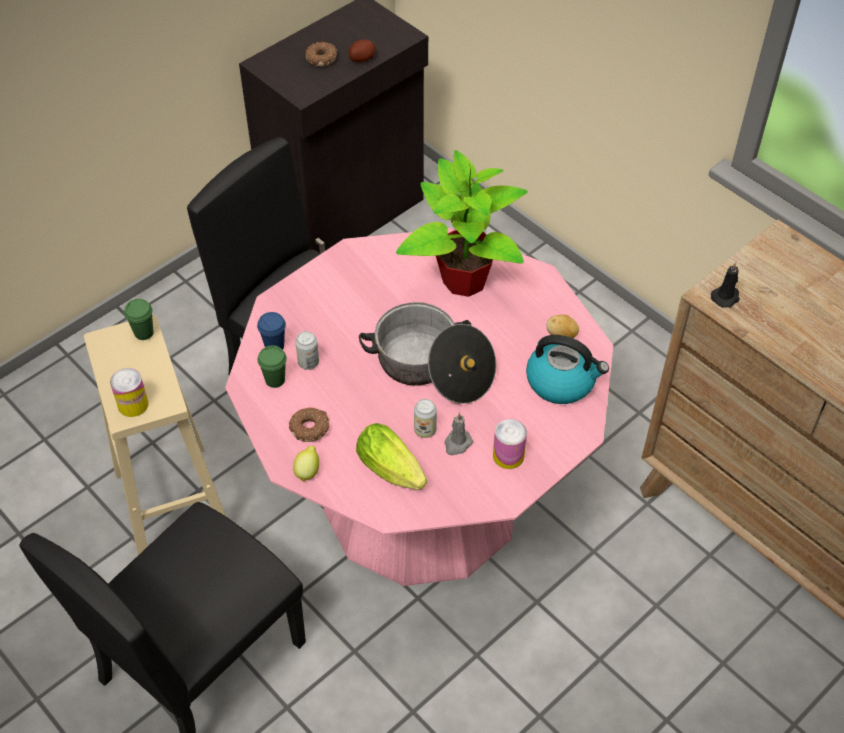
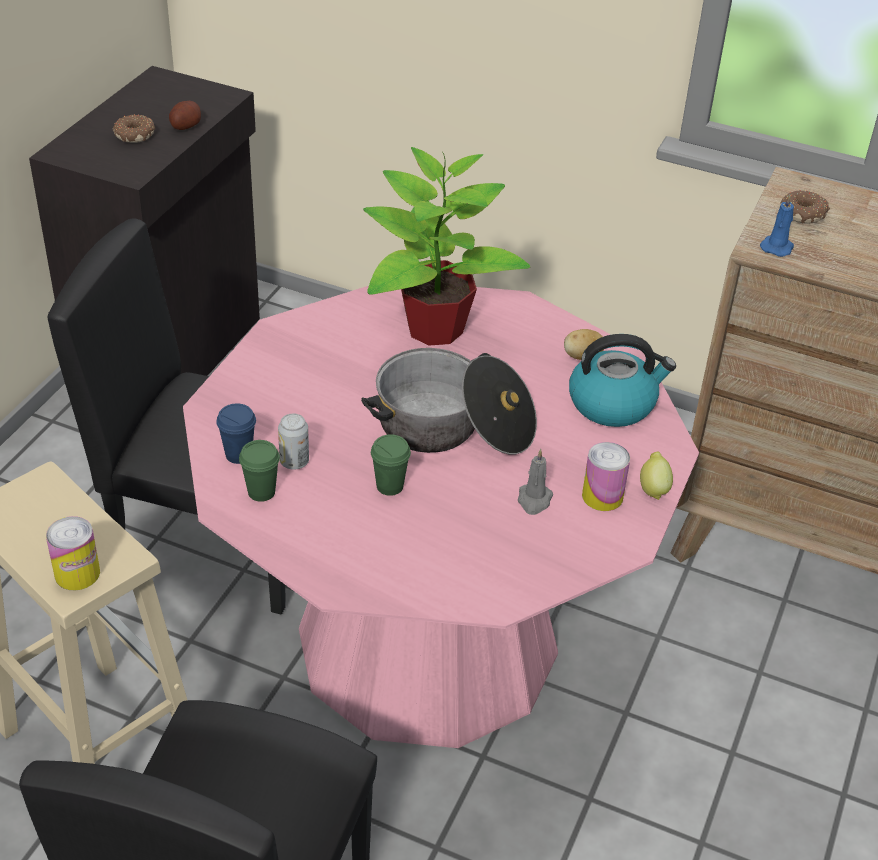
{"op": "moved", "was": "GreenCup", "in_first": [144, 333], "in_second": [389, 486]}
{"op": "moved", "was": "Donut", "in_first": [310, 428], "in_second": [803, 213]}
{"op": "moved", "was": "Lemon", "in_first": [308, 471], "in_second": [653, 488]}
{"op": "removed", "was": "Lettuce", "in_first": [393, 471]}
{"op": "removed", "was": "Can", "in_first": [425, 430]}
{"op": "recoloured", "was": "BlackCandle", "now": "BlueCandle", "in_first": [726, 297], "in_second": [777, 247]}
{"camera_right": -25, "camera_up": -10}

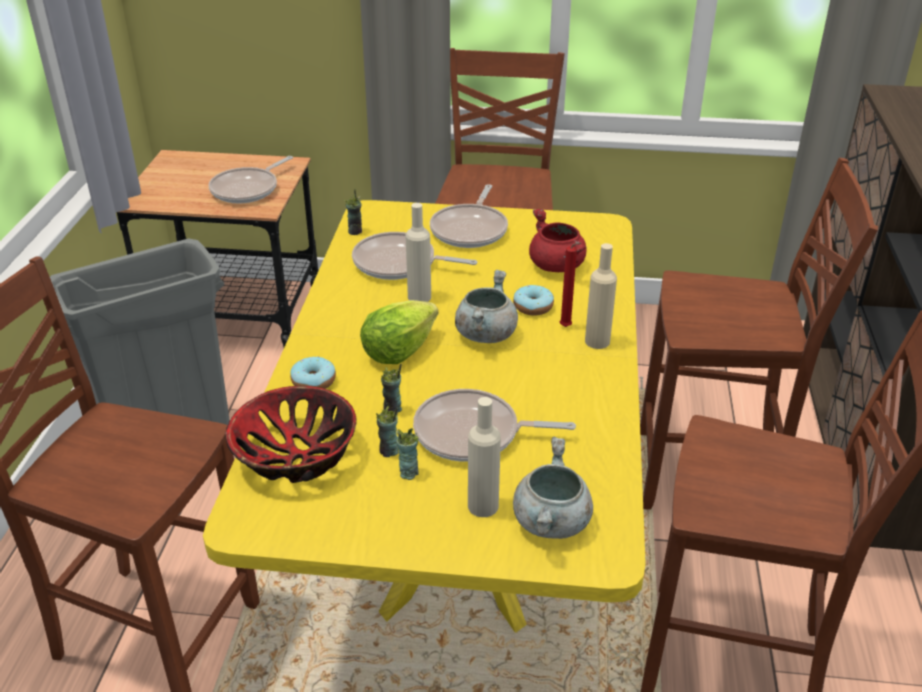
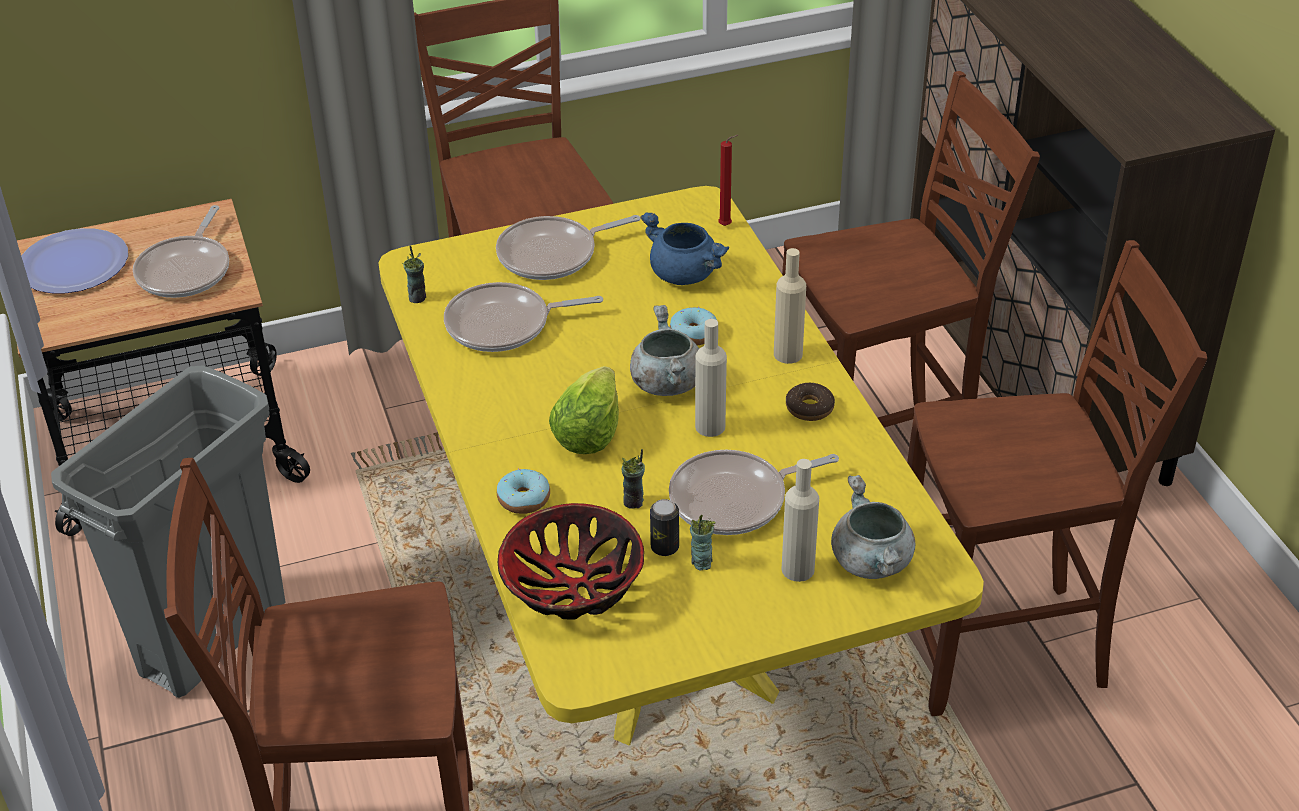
{"op": "replaced", "was": "Cup", "now": "Can", "in_first": [389, 451], "in_second": [664, 547]}
{"op": "moved", "was": "BeigeBottle", "in_first": [419, 297], "in_second": [710, 426]}
{"op": "turned", "was": "FryingPan", "in_first": [470, 229], "in_second": [553, 254], "clockwise": 75}
{"op": "recoloured", "was": "RedCookingPot", "now": "BlueCookingPot", "in_first": [558, 266], "in_second": [685, 274]}
{"op": "moved", "was": "RedCandle", "in_first": [567, 327], "in_second": [727, 226]}
{"op": "added", "now": "Plate", "in_second": [73, 264]}
{"op": "added", "now": "Donut", "in_second": [809, 408]}
{"camera_right": -25, "camera_up": 5}

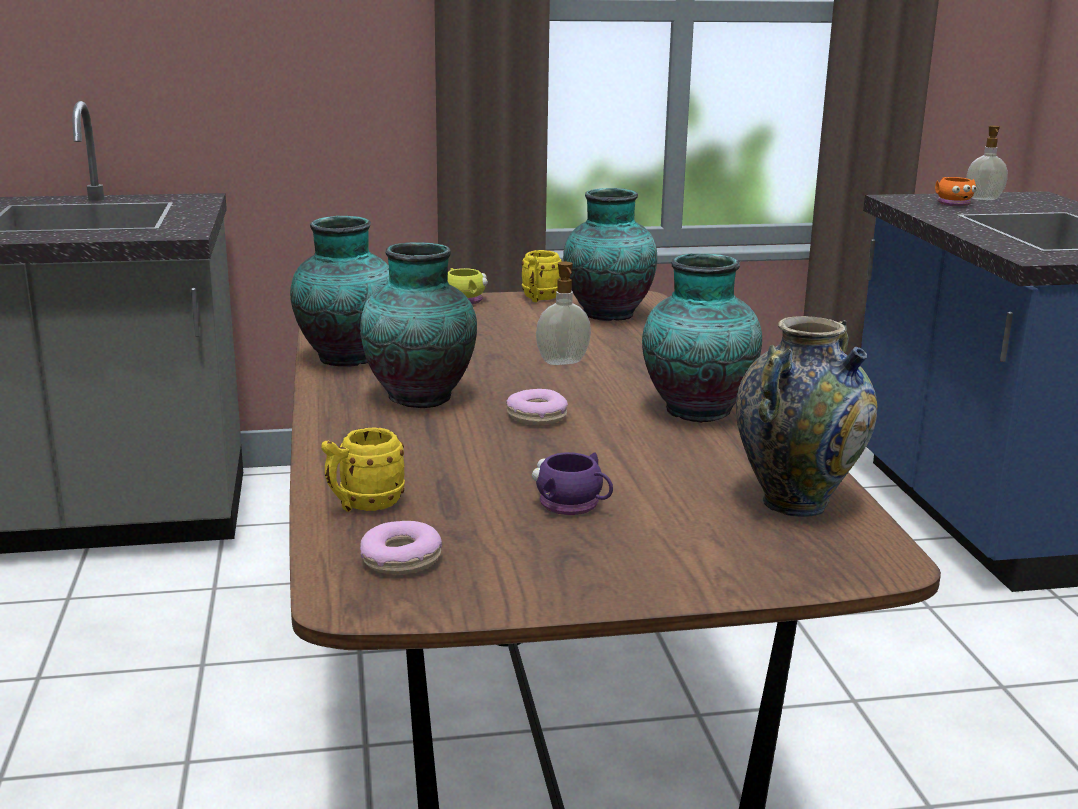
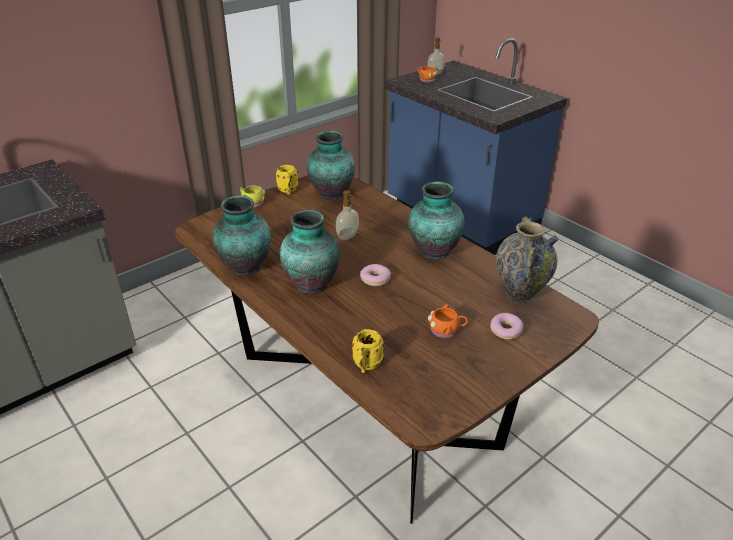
{"op": "moved", "was": "Donut", "in_first": [401, 560], "in_second": [505, 330]}
{"op": "recoloured", "was": "PurpleMug", "now": "OrangeMug", "in_first": [573, 505], "in_second": [446, 330]}
{"camera_right": -30, "camera_up": 15}

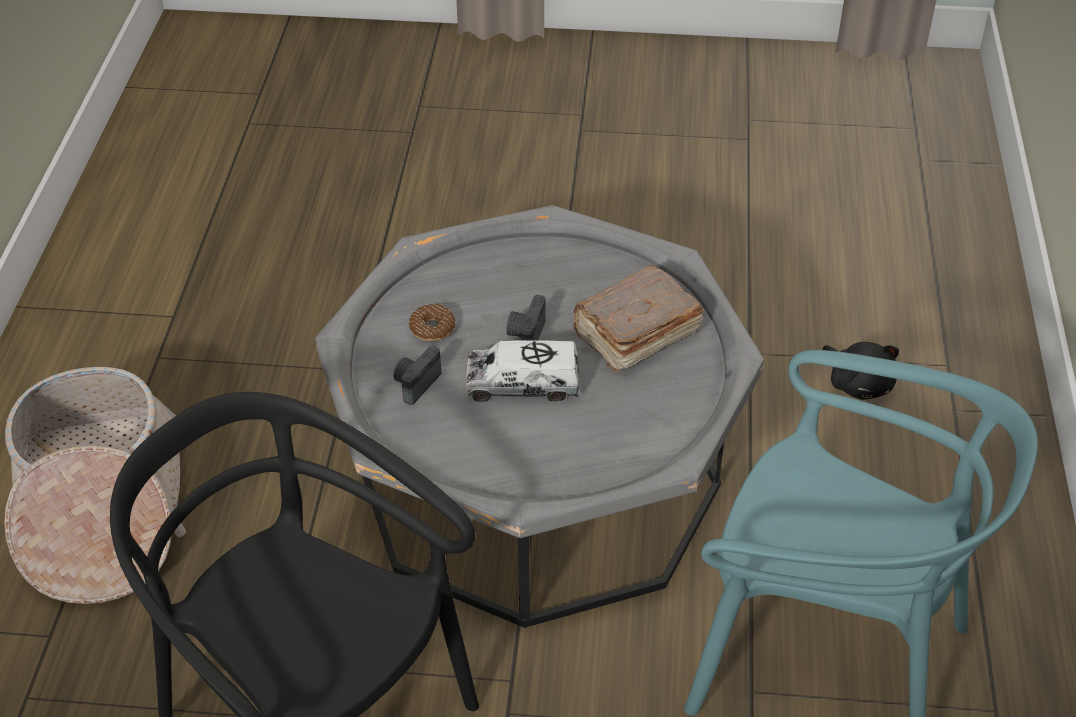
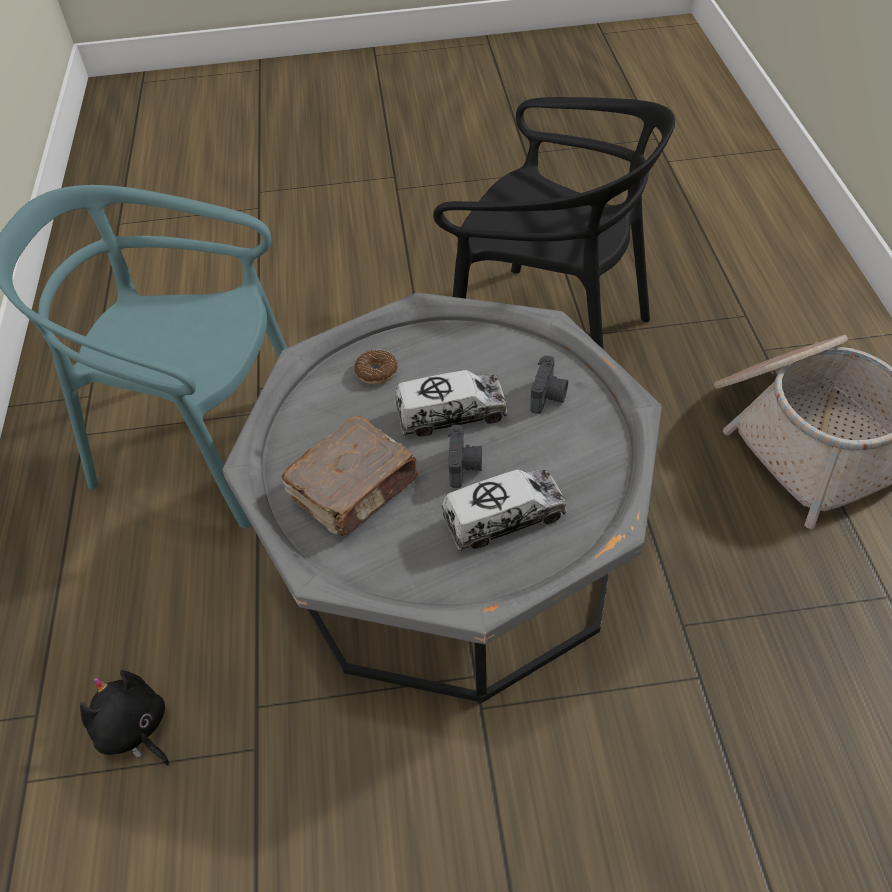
{"op": "moved", "was": "Donut", "in_first": [432, 328], "in_second": [376, 372]}
{"op": "added", "now": "ToyTruck", "in_second": [503, 518]}
{"camera_right": 170, "camera_up": 5}

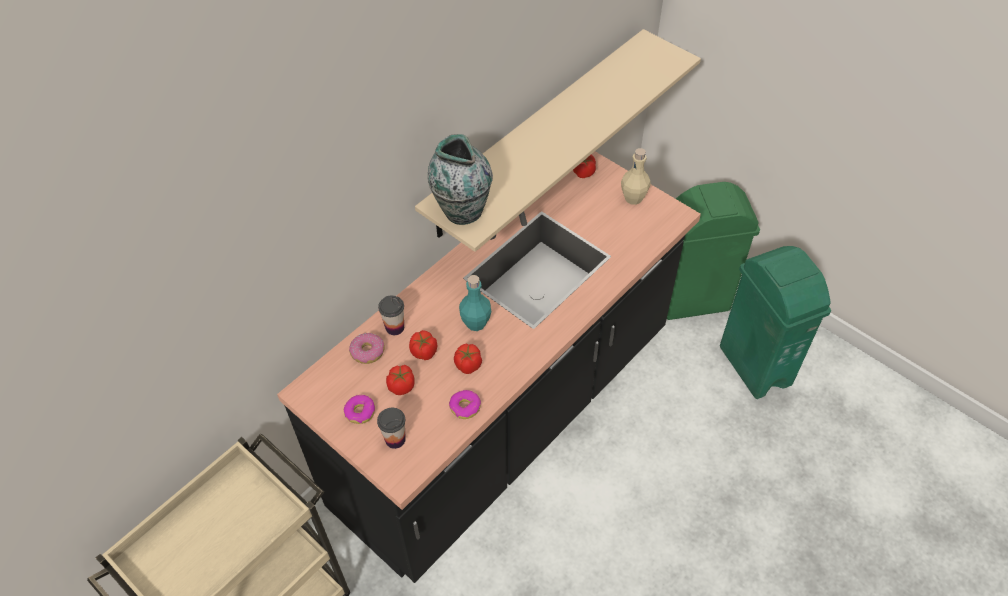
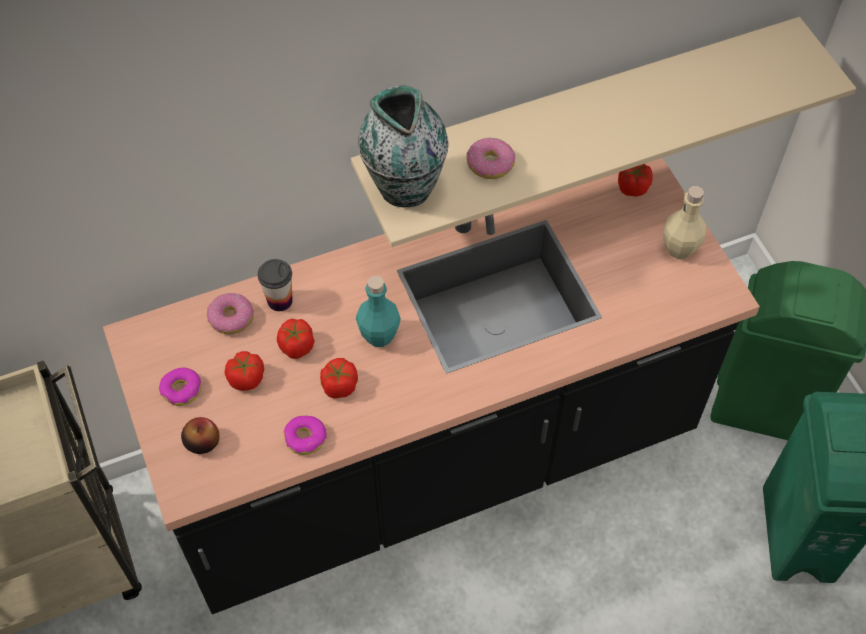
{"op": "replaced", "was": "Cup", "now": "Apple", "in_first": [395, 439], "in_second": [202, 442]}
{"op": "added", "now": "Donut", "in_second": [490, 164]}
{"camera_right": 25, "camera_up": 5}

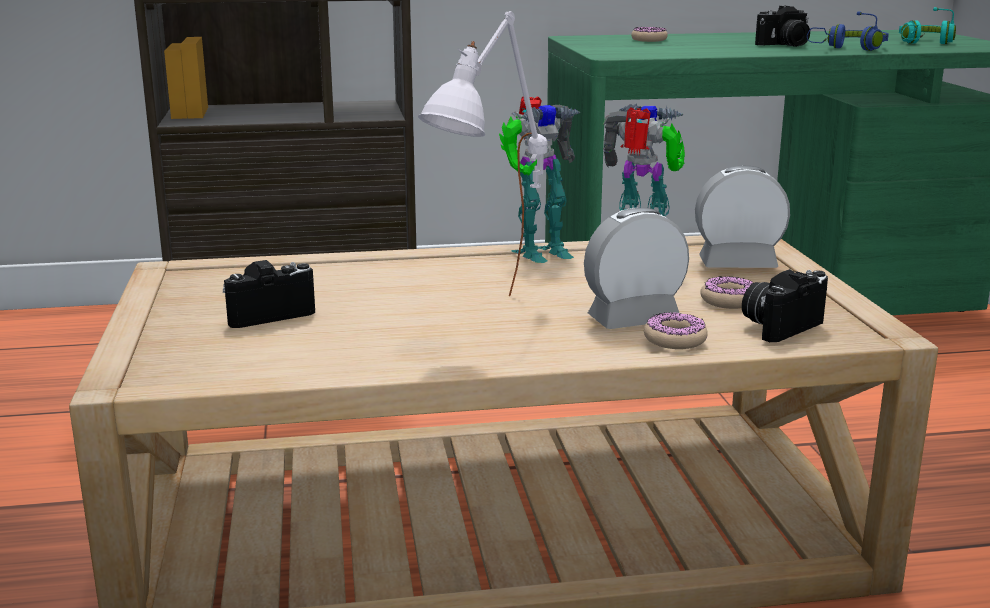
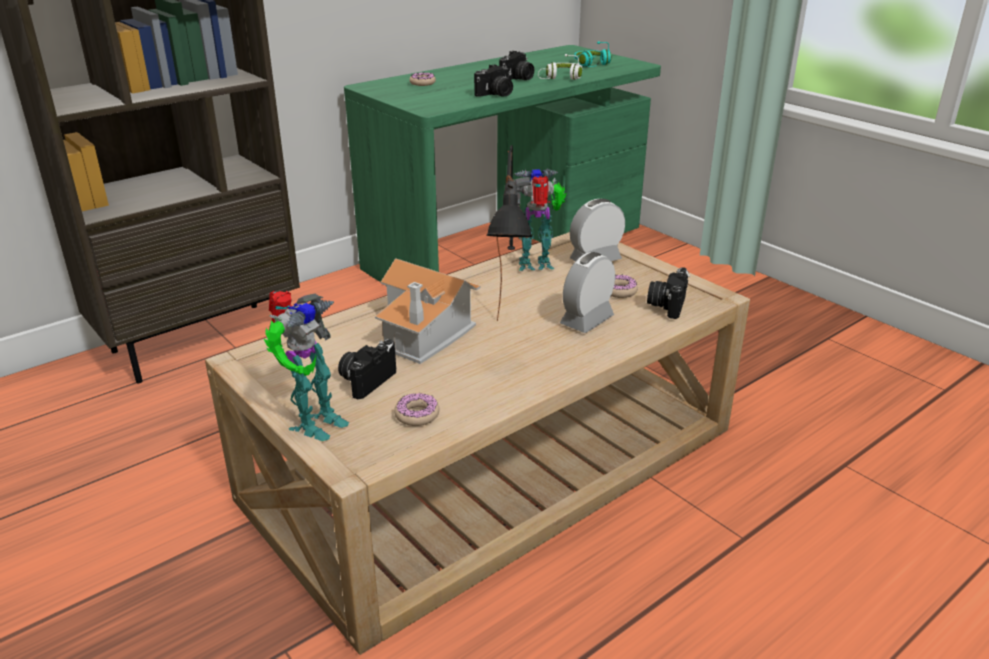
{"op": "recoloured", "was": "WhiteTableLamp", "now": "BlackTableLamp", "in_first": [494, 318], "in_second": [510, 342]}
{"op": "moved", "was": "ToyRobot", "in_first": [538, 251], "in_second": [313, 423]}
{"op": "moved", "was": "Donut", "in_first": [675, 340], "in_second": [417, 415]}
{"op": "recoloured", "was": "BlueHeadphones", "now": "WhiteHeadphones", "in_first": [850, 48], "in_second": [561, 78]}
{"op": "added", "now": "ToyHouse", "in_second": [426, 333]}
{"op": "added", "now": "PhotoCamera", "in_second": [496, 94]}
{"camera_right": -30, "camera_up": 10}

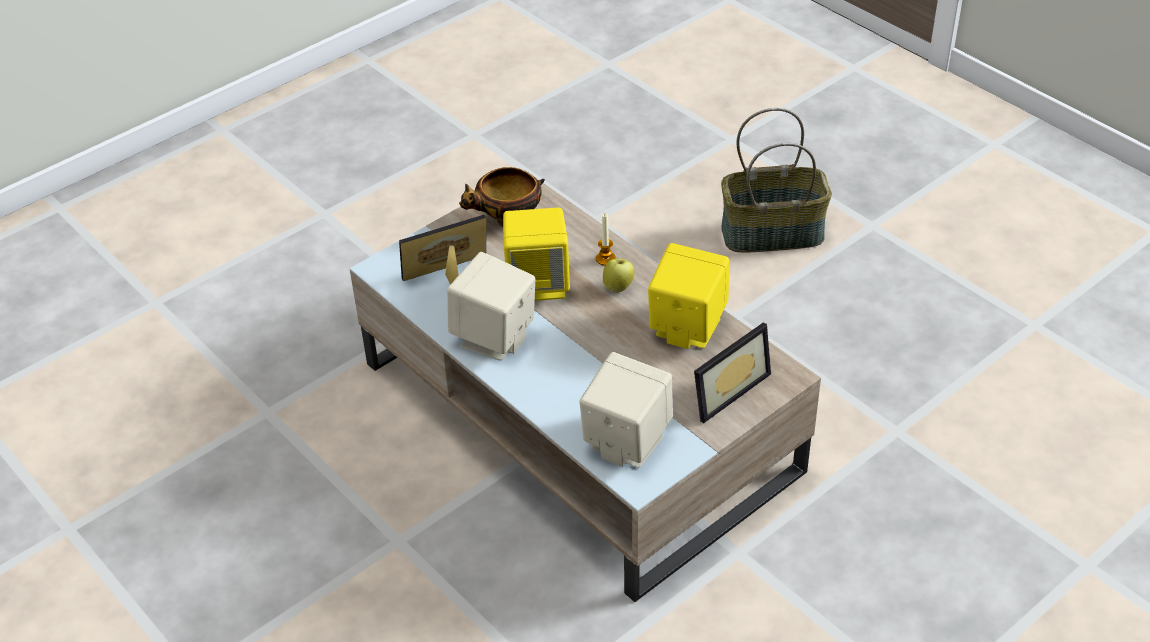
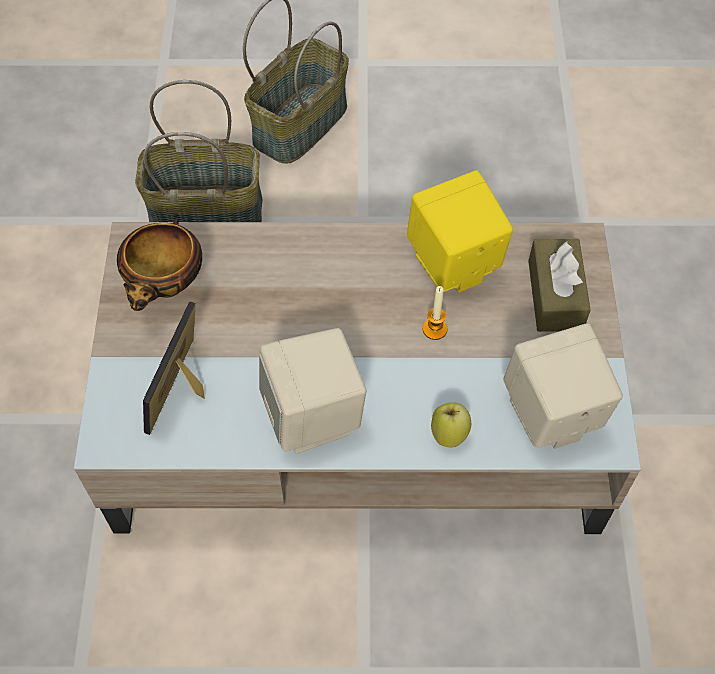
{"op": "removed", "was": "YellowSpeaker", "in_first": [538, 284]}
{"op": "moved", "was": "Candle", "in_first": [605, 259], "in_second": [434, 329]}
{"op": "moved", "was": "Apple", "in_first": [618, 287], "in_second": [449, 434]}
{"op": "replaced", "was": "PictureFrame", "now": "BrownTissueBox", "in_first": [724, 389], "in_second": [555, 295]}
{"op": "added", "now": "Basket", "in_second": [207, 210]}
{"camera_right": -50, "camera_up": 15}

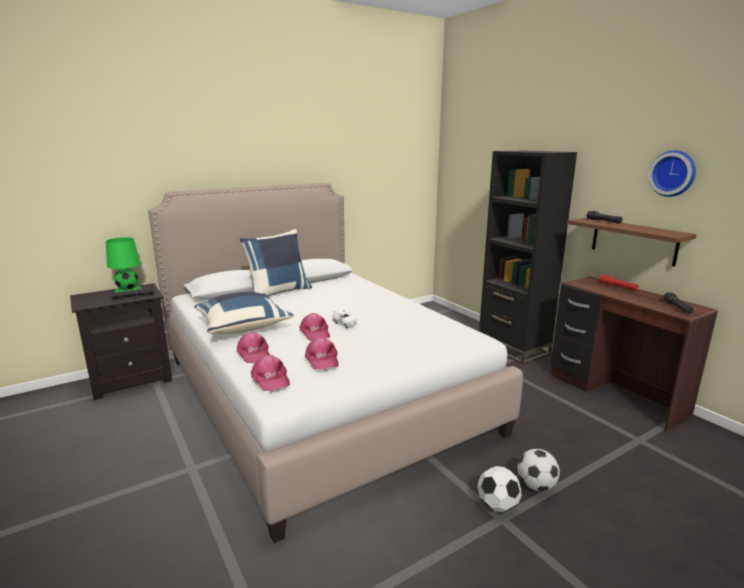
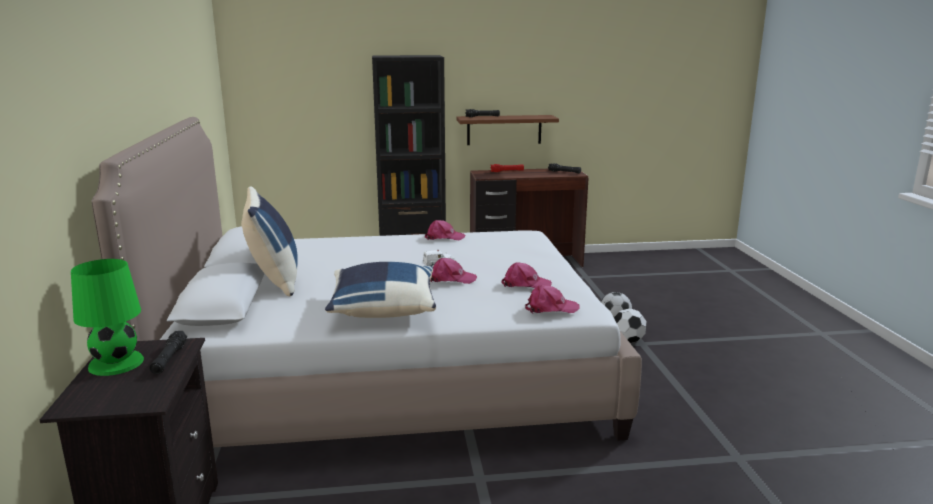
{"op": "moved", "was": "PinkCap", "in_first": [253, 354], "in_second": [444, 237]}
{"op": "removed", "was": "WallClock", "in_first": [673, 173]}
{"camera_right": -65, "camera_up": 0}

